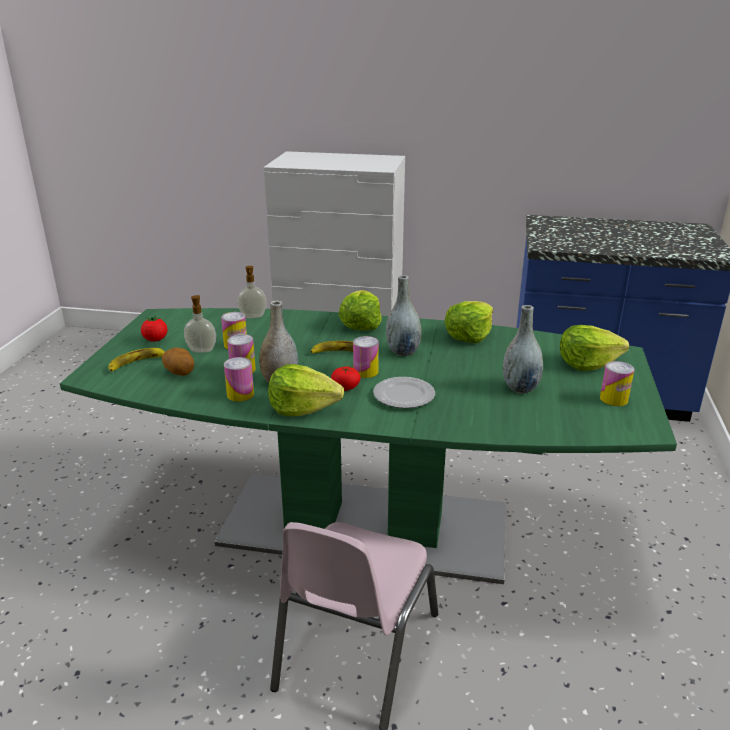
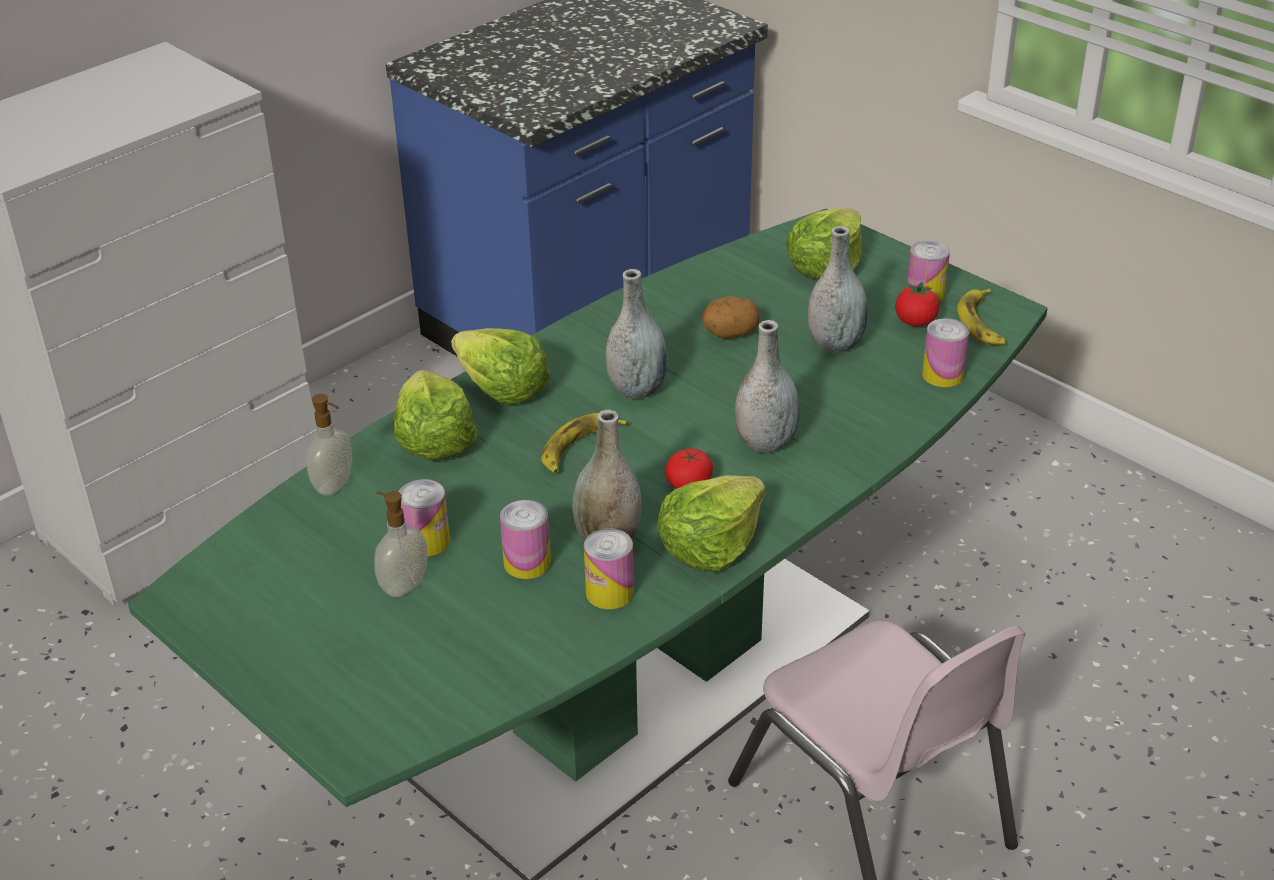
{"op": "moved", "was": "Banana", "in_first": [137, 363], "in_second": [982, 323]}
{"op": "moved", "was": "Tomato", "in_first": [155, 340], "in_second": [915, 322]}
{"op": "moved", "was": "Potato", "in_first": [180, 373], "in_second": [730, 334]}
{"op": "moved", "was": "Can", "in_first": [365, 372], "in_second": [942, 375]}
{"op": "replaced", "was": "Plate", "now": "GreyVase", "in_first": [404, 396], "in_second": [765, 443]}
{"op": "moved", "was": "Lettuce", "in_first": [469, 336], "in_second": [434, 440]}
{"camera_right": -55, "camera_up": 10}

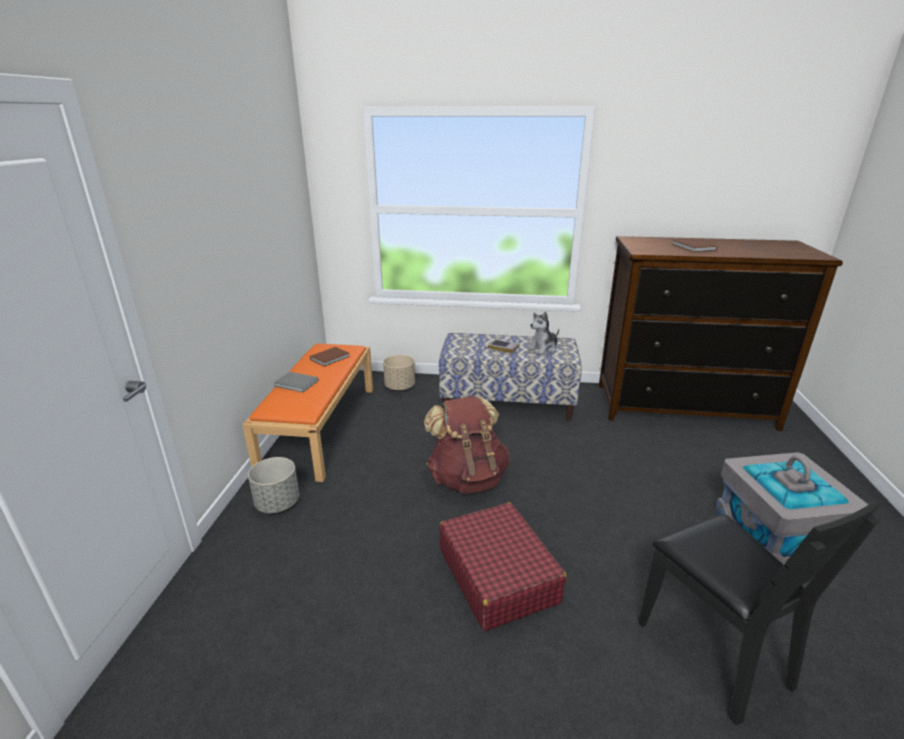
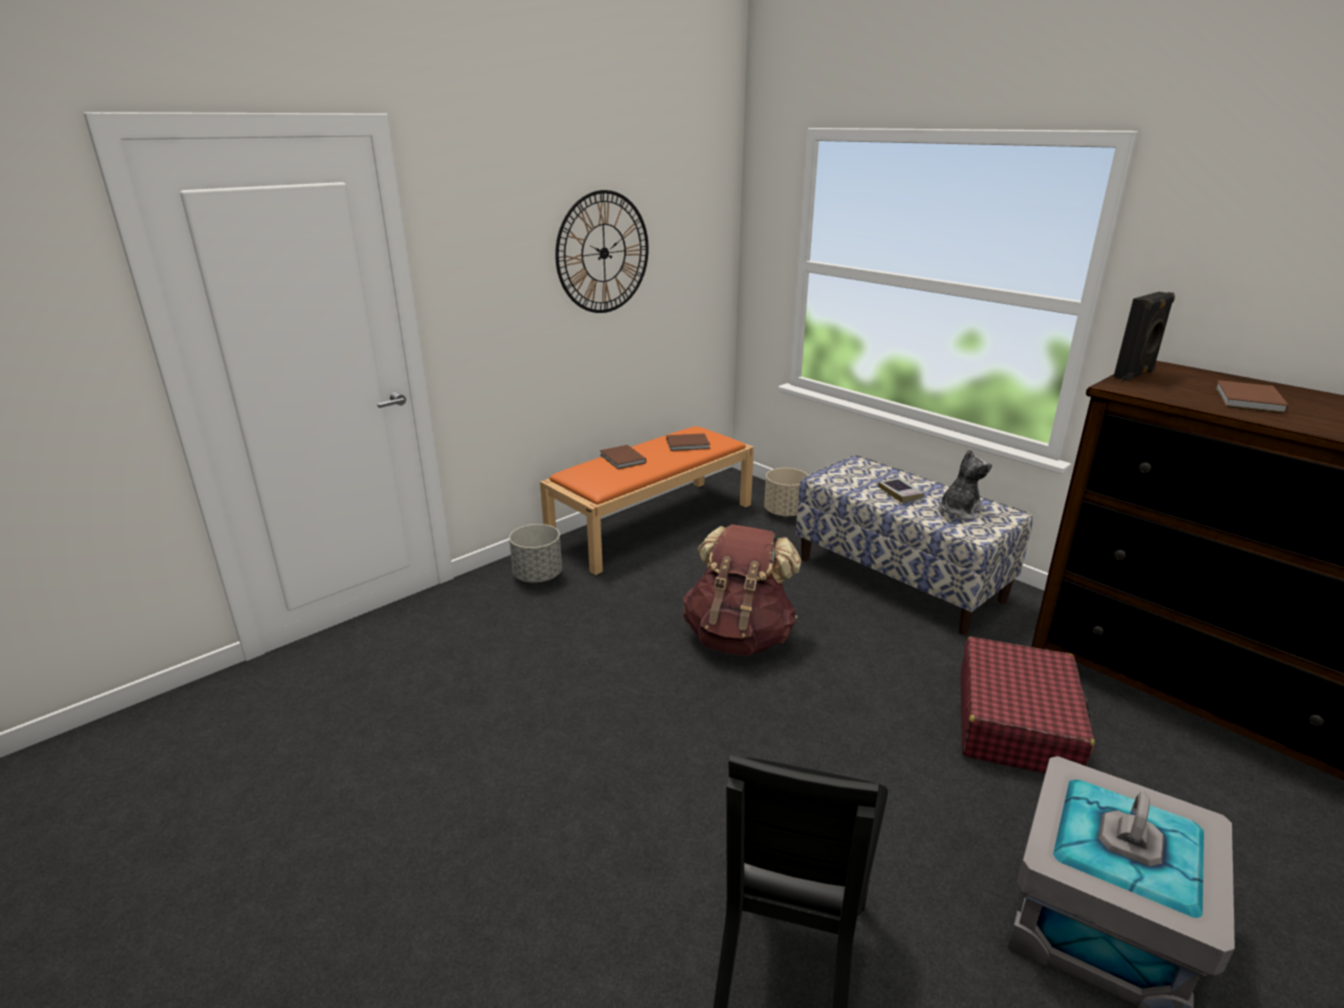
{"op": "recoloured", "was": "GreyBook", "now": "BrownBook", "in_first": [296, 384], "in_second": [622, 459]}
{"op": "moved", "was": "RedSuitcase", "in_first": [497, 575], "in_second": [1016, 723]}
{"op": "turned", "was": "PlushToy", "in_first": [543, 348], "in_second": [959, 511], "clockwise": 135}
{"op": "added", "now": "WallClock", "in_second": [603, 253]}
{"op": "added", "now": "BlackSpeaker", "in_second": [1135, 375]}
{"camera_right": 40, "camera_up": 0}

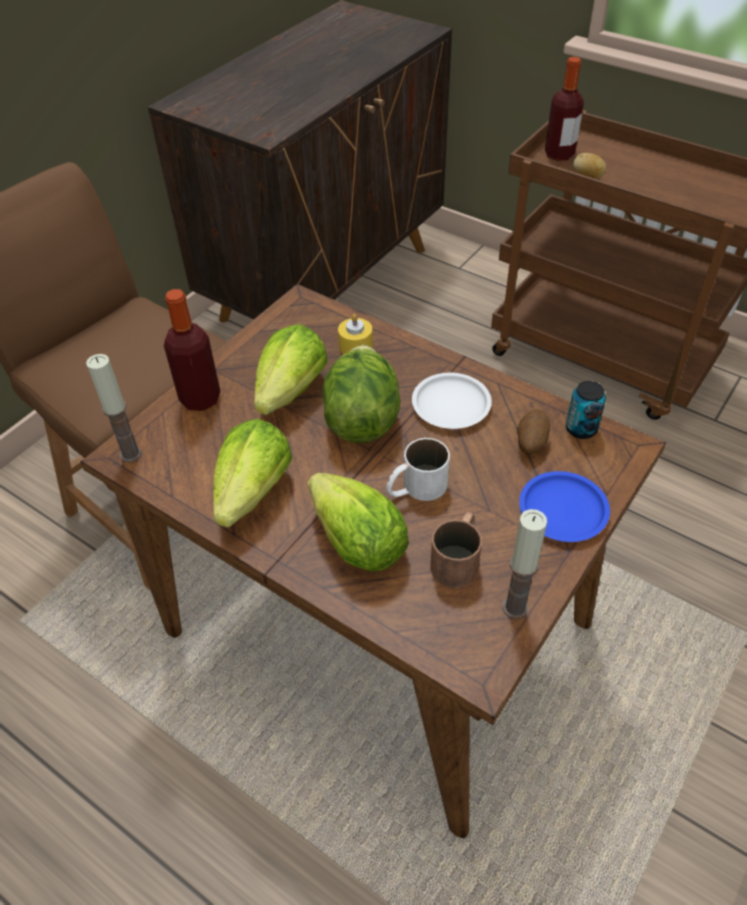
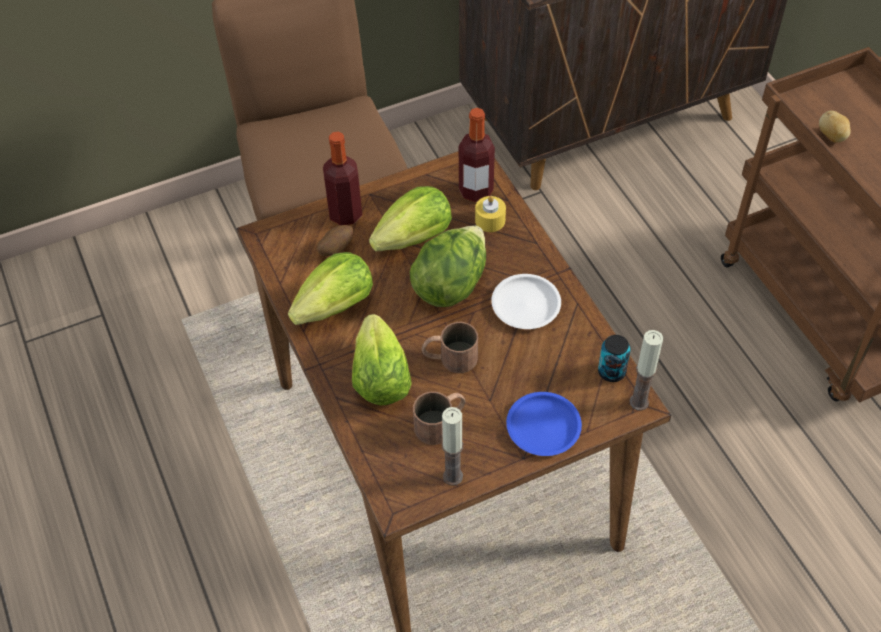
{"op": "moved", "was": "Candle", "in_first": [130, 454], "in_second": [639, 402]}
{"op": "recoloured", "was": "WhiteMug", "now": "BrownMug", "in_first": [415, 488], "in_second": [449, 358]}
{"op": "moved", "was": "Potato", "in_first": [530, 443], "in_second": [336, 249]}
{"op": "moved", "was": "Bottle", "in_first": [559, 154], "in_second": [476, 191]}
{"camera_right": 30, "camera_up": 5}

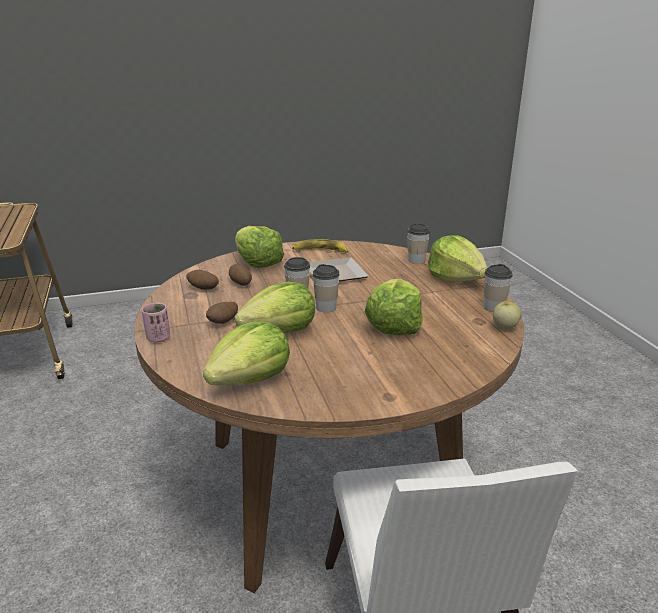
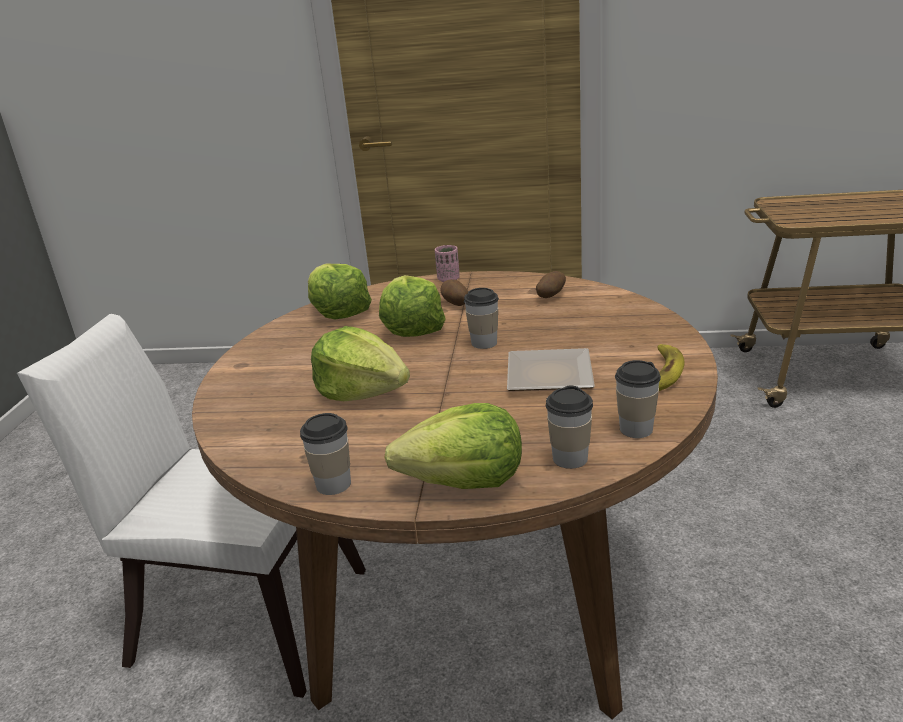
{"op": "removed", "was": "Potato", "in_first": [240, 284]}
{"op": "removed", "was": "Lettuce", "in_first": [257, 262]}
{"op": "moved", "was": "Cup", "in_first": [326, 307], "in_second": [636, 429]}
{"op": "removed", "was": "Apple", "in_first": [504, 327]}
{"camera_right": 115, "camera_up": 0}

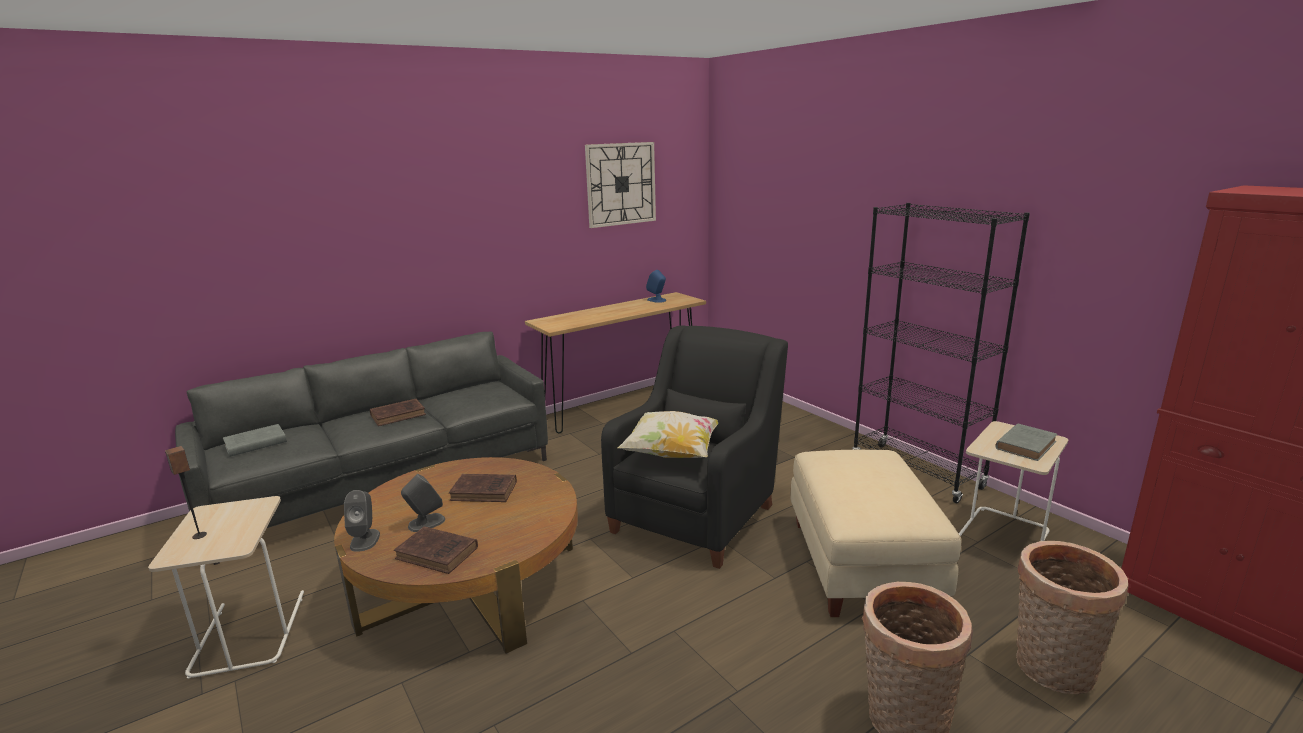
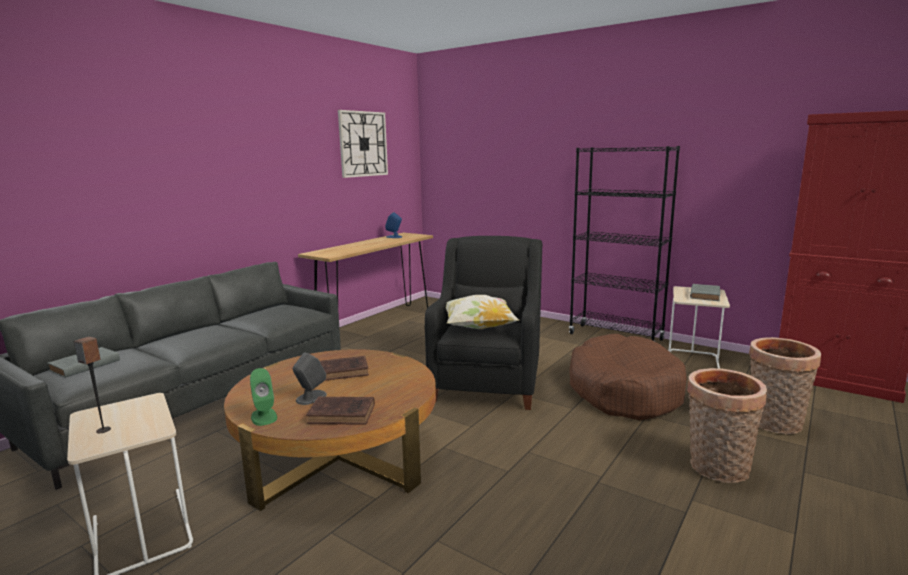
{"op": "recoloured", "was": "GreySpeaker", "now": "GreenSpeaker", "in_first": [365, 540], "in_second": [264, 417]}
{"op": "removed", "was": "BrownBook", "in_first": [399, 415]}
{"op": "replaced", "was": "BeigeOttoman", "now": "BrownDogBed", "in_first": [863, 565], "in_second": [624, 391]}
{"camera_right": -20, "camera_up": -5}

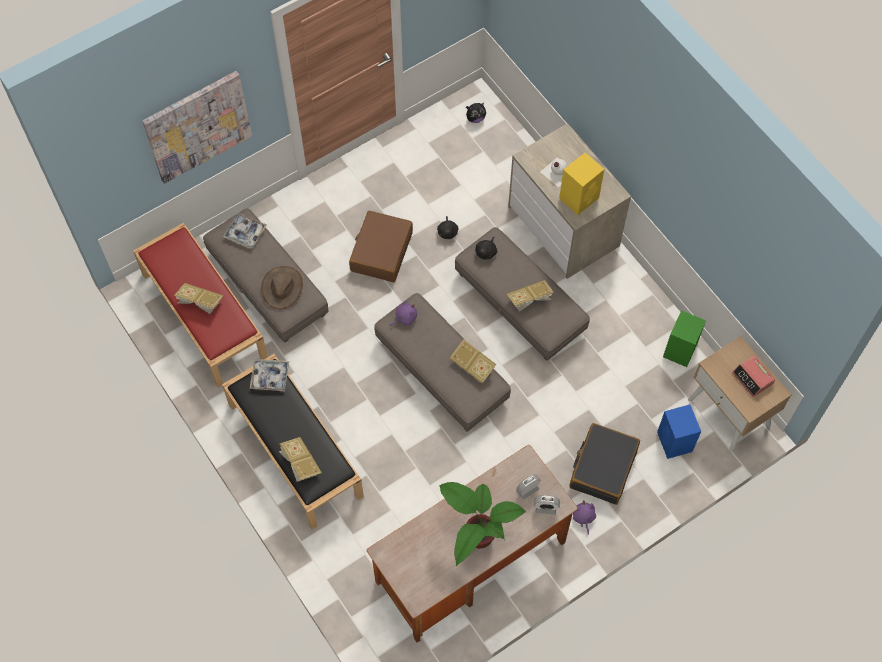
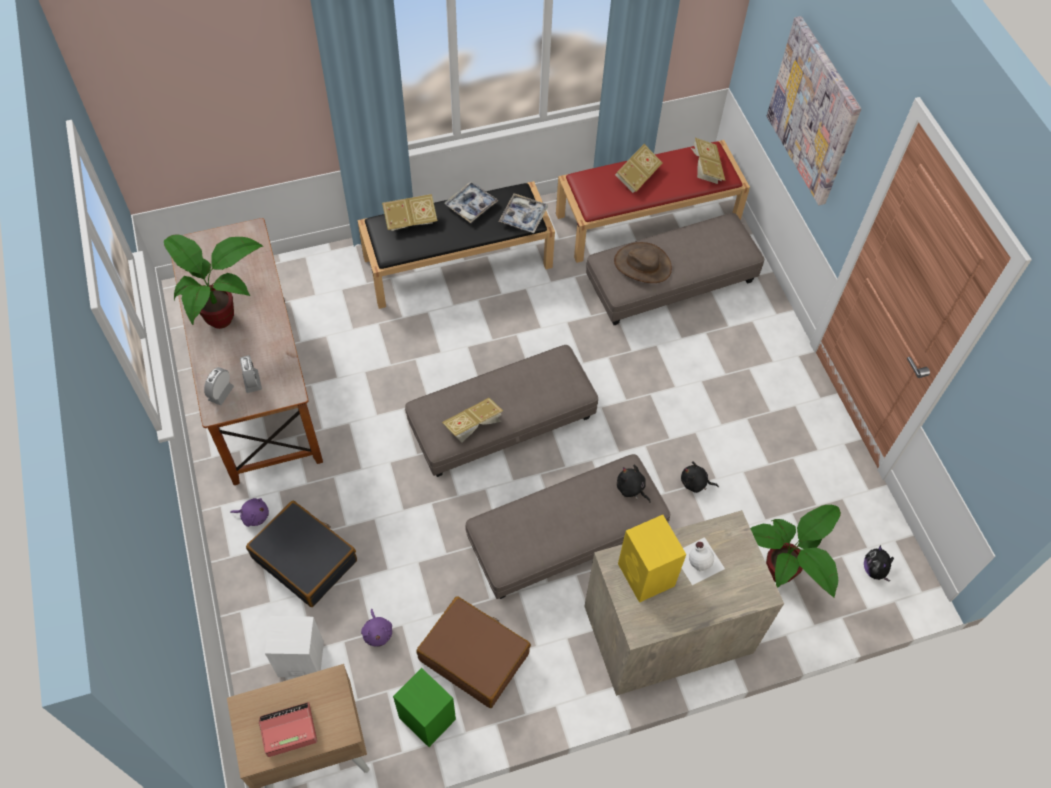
{"op": "moved", "was": "Tray", "in_first": [245, 233], "in_second": [471, 205]}
{"op": "moved", "was": "BrownSuitcase", "in_first": [381, 251], "in_second": [474, 656]}
{"op": "moved", "was": "PurplePlushToy", "in_first": [404, 317], "in_second": [377, 632]}
{"op": "moved", "was": "Book", "in_first": [529, 300], "in_second": [705, 169]}
{"op": "recoloured", "was": "BlueSpeaker", "now": "WhiteSpeaker", "in_first": [675, 442], "in_second": [299, 659]}
{"op": "added", "now": "PottedPlant", "in_second": [782, 575]}
{"camera_right": 105, "camera_up": -5}

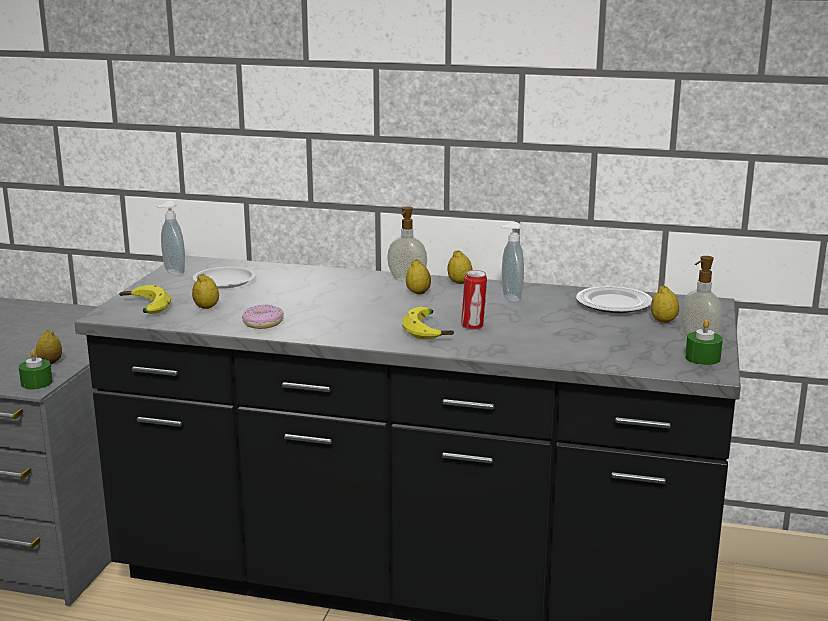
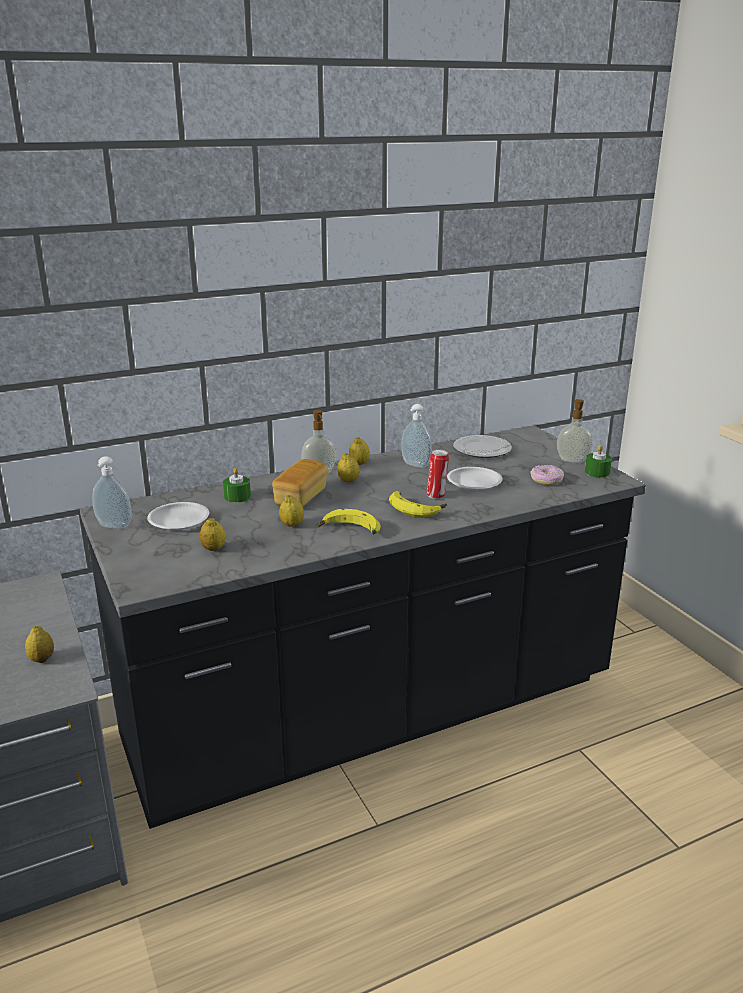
{"op": "moved", "was": "GreenCandle", "in_first": [36, 383], "in_second": [237, 496]}
{"op": "moved", "was": "Banana", "in_first": [144, 308], "in_second": [349, 531]}
{"op": "moved", "was": "Donut", "in_first": [262, 323], "in_second": [546, 480]}
{"op": "moved", "was": "Lemon", "in_first": [663, 321], "in_second": [292, 525]}
{"op": "added", "now": "Bread", "in_second": [301, 497]}
{"op": "added", "now": "WhitePlate", "in_second": [473, 482]}
{"camera_right": -40, "camera_up": 5}

